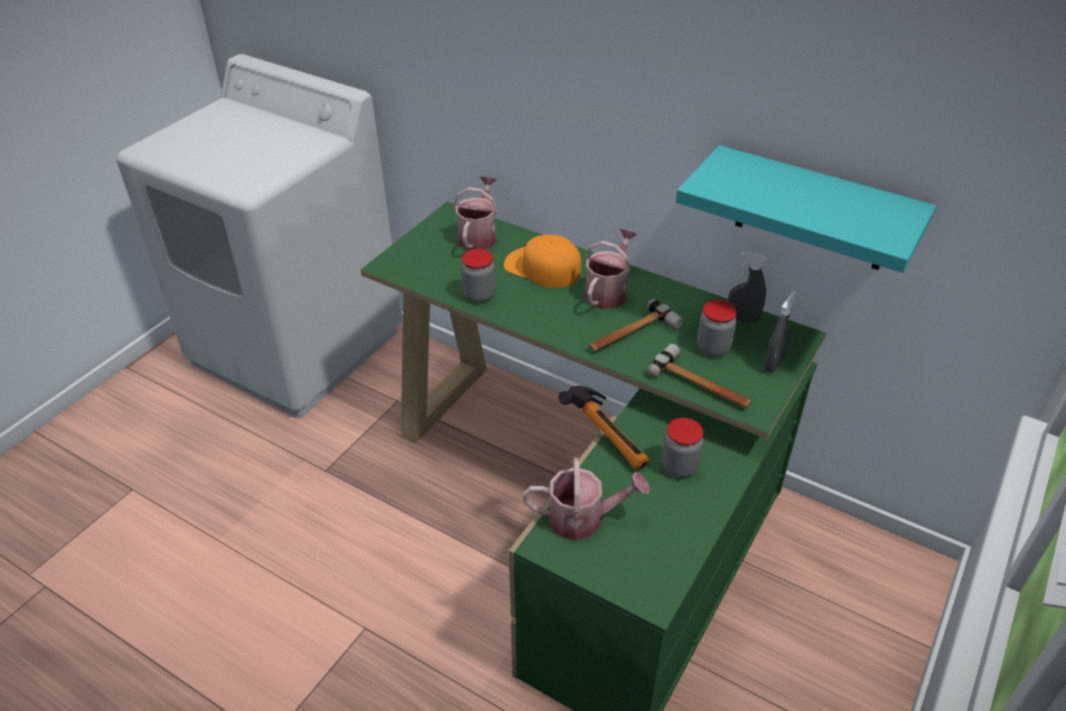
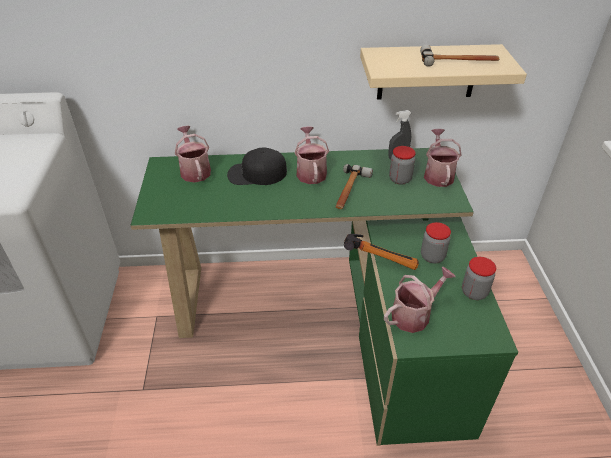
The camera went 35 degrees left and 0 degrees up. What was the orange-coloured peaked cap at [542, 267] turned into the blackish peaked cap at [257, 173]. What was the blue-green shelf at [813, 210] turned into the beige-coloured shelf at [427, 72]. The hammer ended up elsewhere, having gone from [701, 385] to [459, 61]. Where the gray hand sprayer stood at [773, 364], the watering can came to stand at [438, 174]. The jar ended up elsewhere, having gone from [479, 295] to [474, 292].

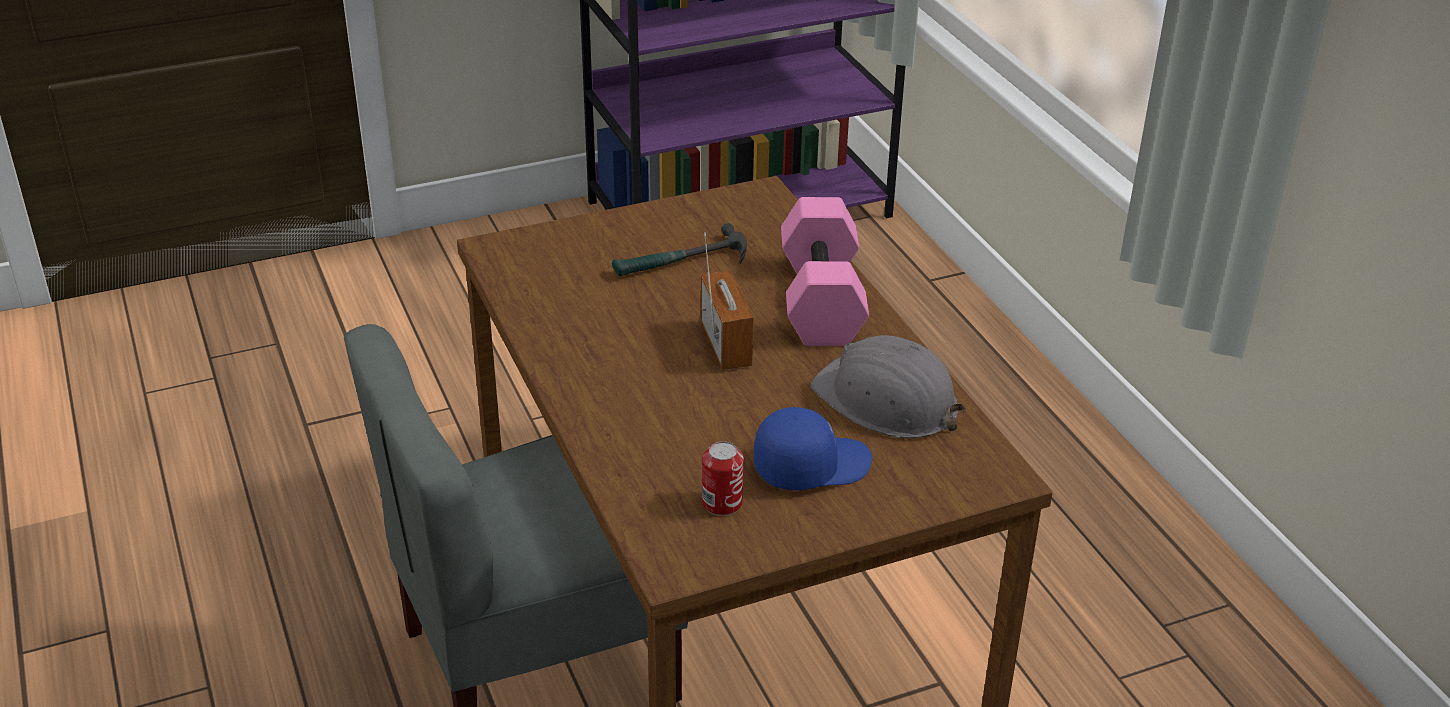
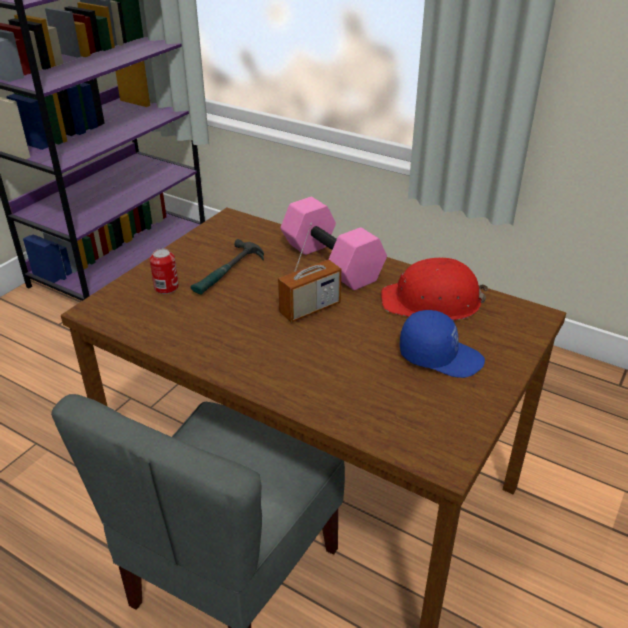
The camera went 35 degrees left and 0 degrees up. The metal can ended up elsewhere, having gone from [722, 503] to [166, 287]. The radio receiver at [726, 345] ended up facing another way, 105 degrees clockwise from before. What was the gray hard hat at [887, 401] turned into the red hard hat at [432, 302]. The blue-coloured peaked cap at [811, 465] ended up facing another way, 75 degrees clockwise from before.

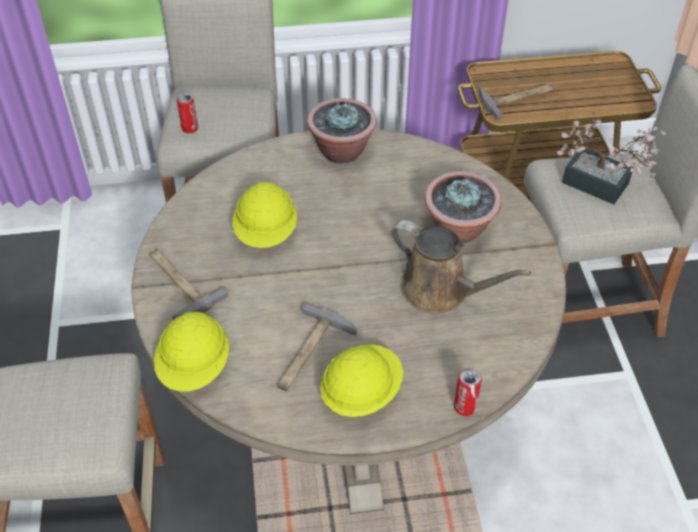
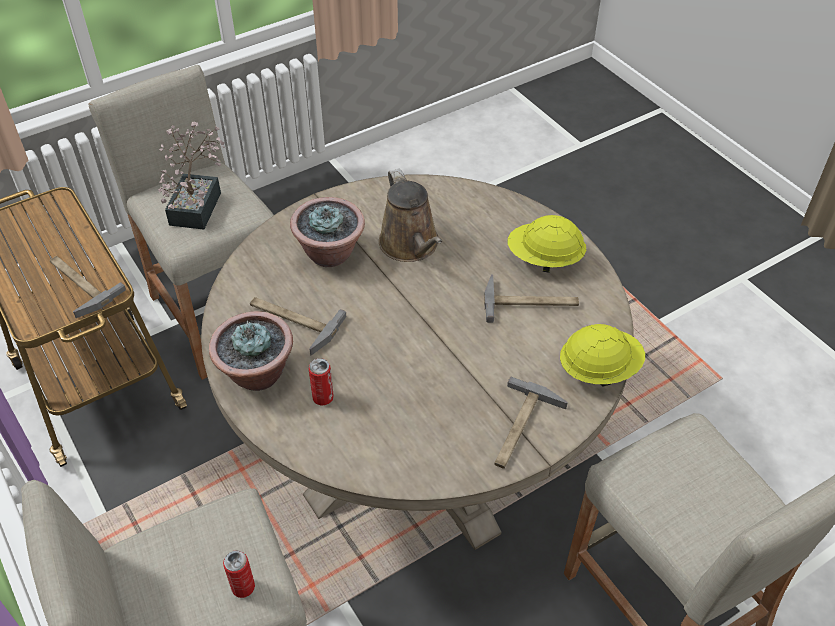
The camera went 115 degrees left and 0 degrees up. The second view gained the hammer at [292, 321]. The metal can ended up elsewhere, having gone from [464, 407] to [323, 397]. The brownish watering can at [440, 291] ended up facing another way, 150 degrees clockwise from before. The second view lost the yellow hard hat at [266, 233].

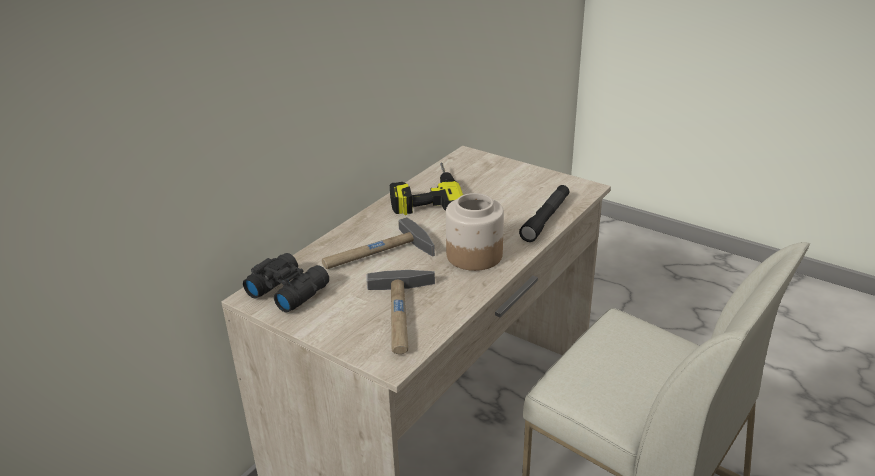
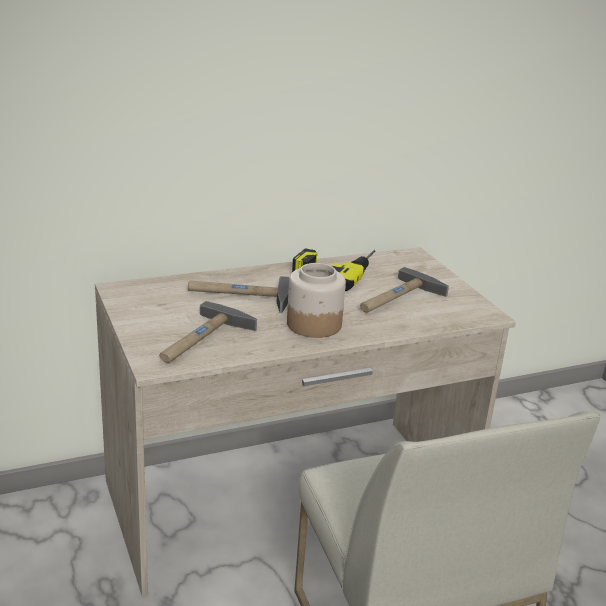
The camera went 30 degrees right and 5 degrees down. The second view gained the hammer at [398, 299]. The second view lost the blackish pair of binoculars at [288, 290]. The second view lost the blackish flashlight at [545, 219].

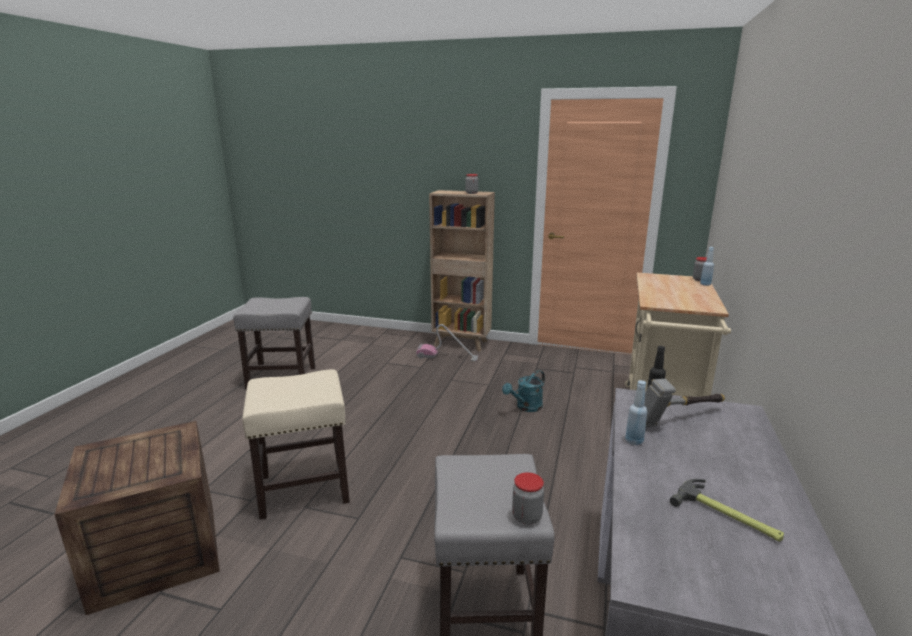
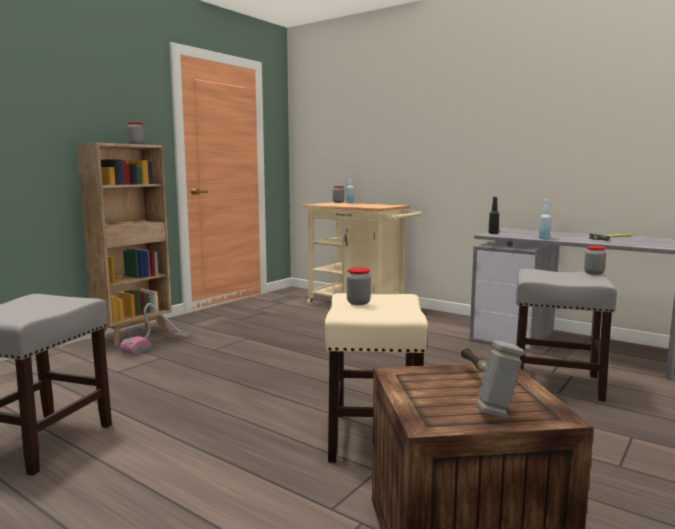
The camera went 70 degrees left and 10 degrees down. The second view gained the jar at [358, 303]. The hammer ended up elsewhere, having gone from [679, 419] to [481, 393]. The second view lost the blue-green watering can at [526, 407].

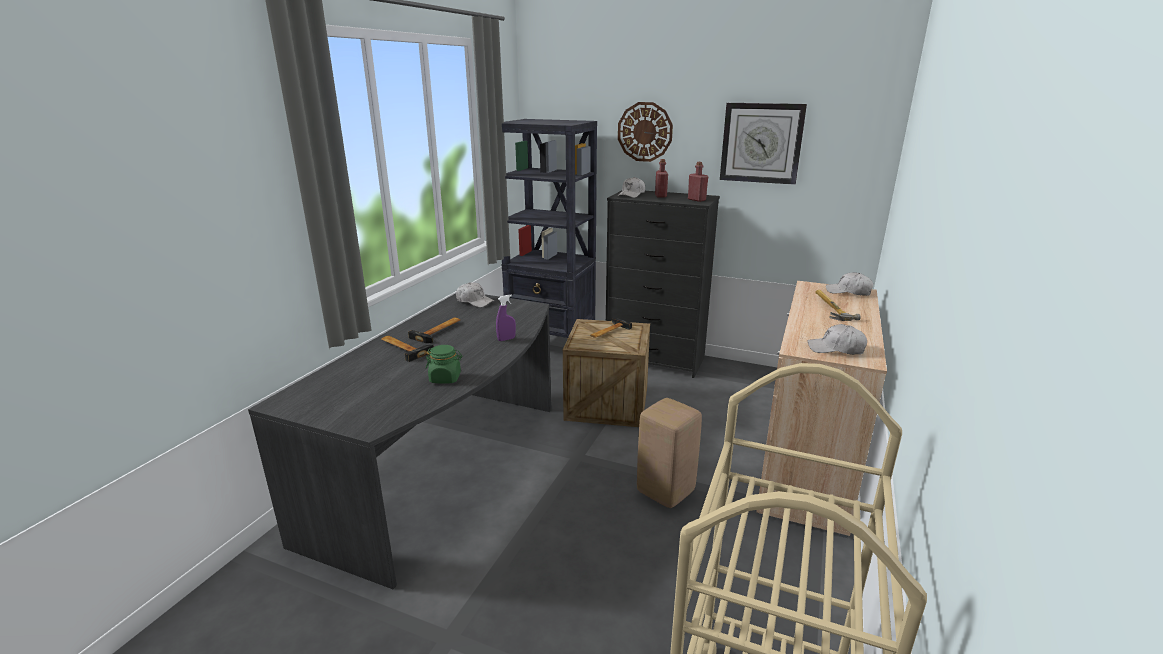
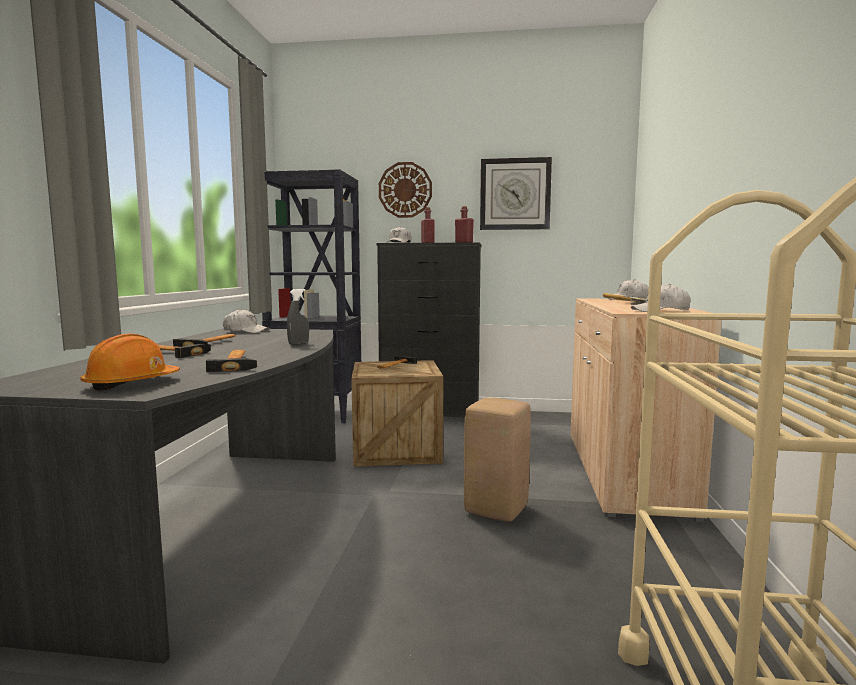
The camera went 15 degrees left and 15 degrees down. The second view gained the orange-coloured hard hat at [131, 384]. Where the greenish jar stood at [445, 378], the hammer came to stand at [236, 363]. What was the purple hand sprayer at [506, 339] turned into the gray hand sprayer at [298, 344].

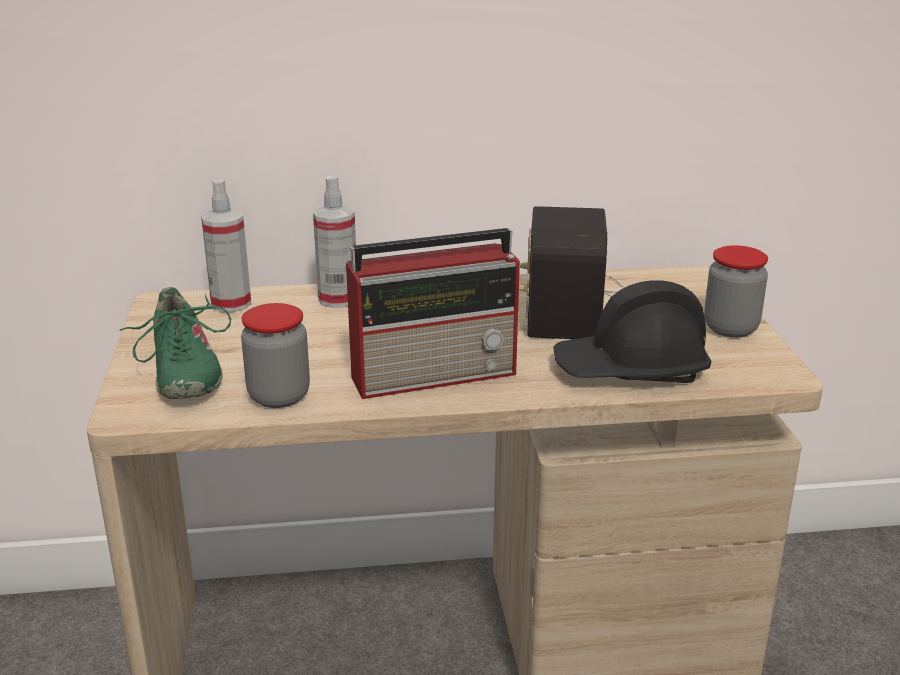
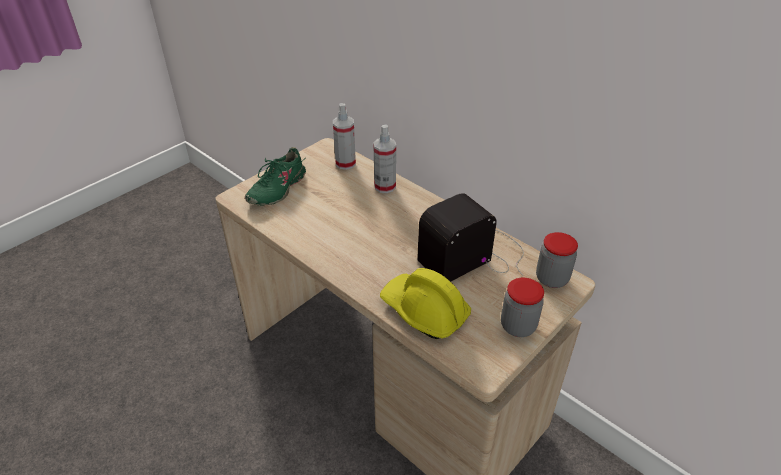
The camera went 50 degrees right and 15 degrees up. What was the blackish hard hat at [631, 370] turned into the yellow hard hat at [424, 311]. The jar ended up elsewhere, having gone from [279, 396] to [552, 279]. The second view lost the radio receiver at [437, 374].

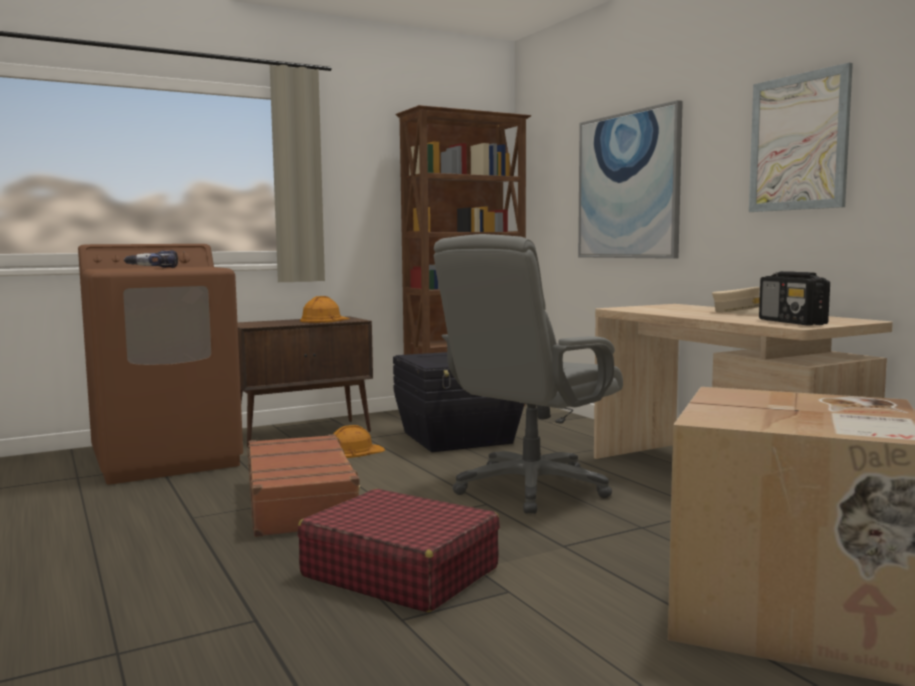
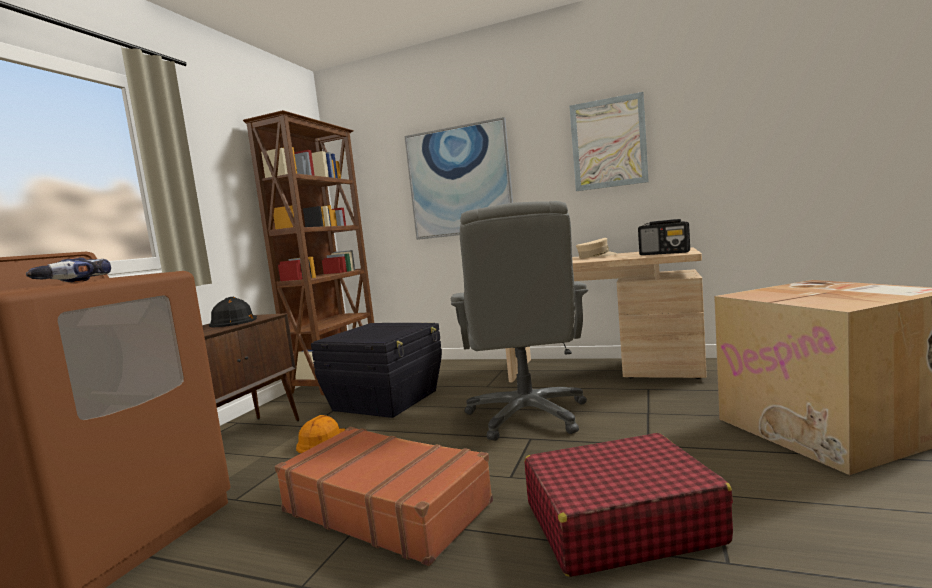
The camera went 40 degrees left and 0 degrees up. What was the orange-coloured hard hat at [324, 320] turned into the blackish hard hat at [234, 321].

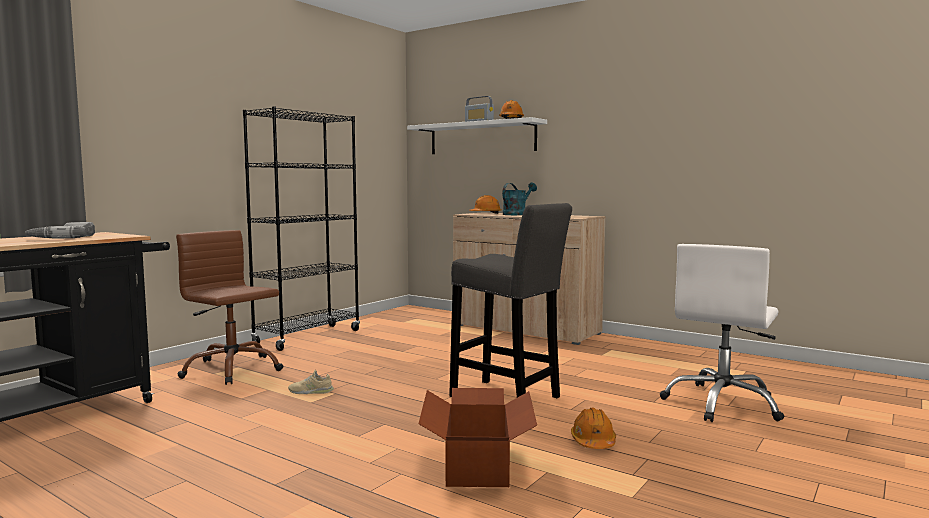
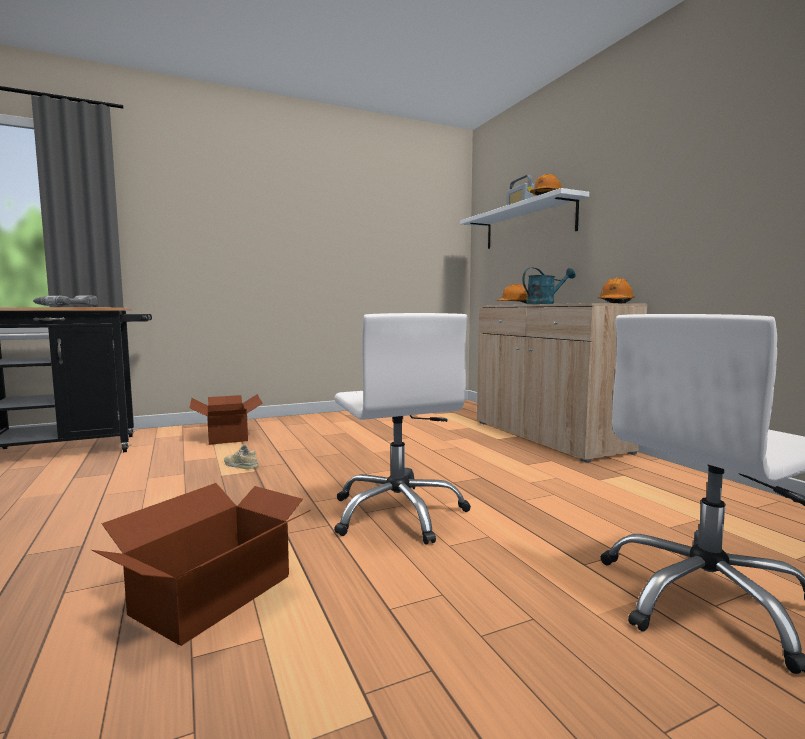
The camera went 30 degrees right and 0 degrees up. Where the brownish computer chair stood at [231, 370], the packing box came to stand at [228, 435]. Where the gray stool stood at [509, 398], the white computer chair came to stand at [398, 513]. The orange-coloured hard hat ended up elsewhere, having gone from [593, 442] to [615, 303]. The second view lost the blackish bookcase at [308, 337].

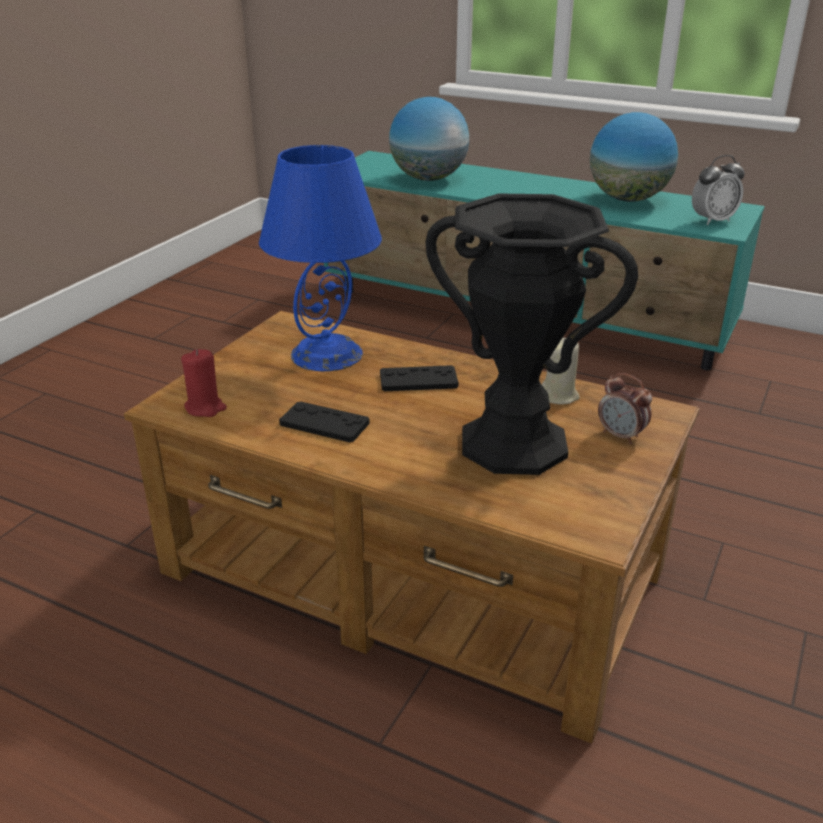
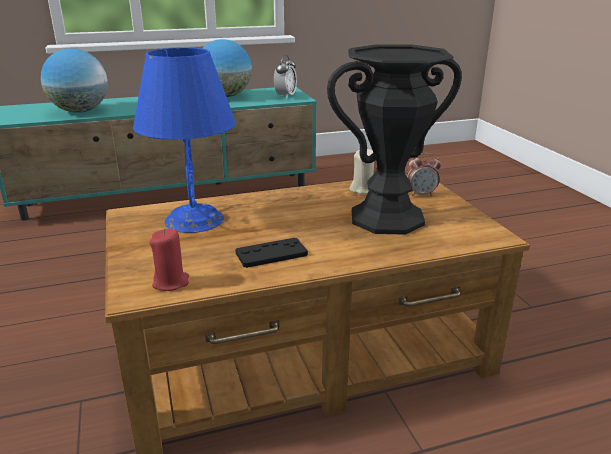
The camera went 45 degrees left and 5 degrees down. The second view lost the blackish gamepad at [418, 380].

